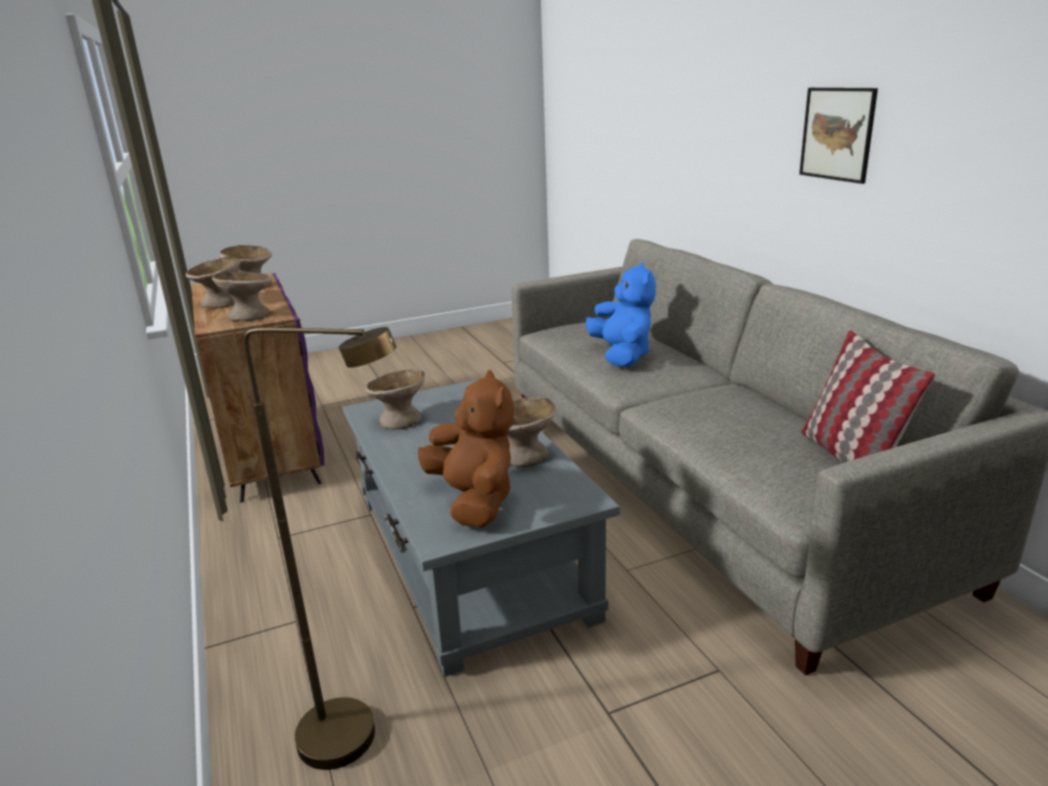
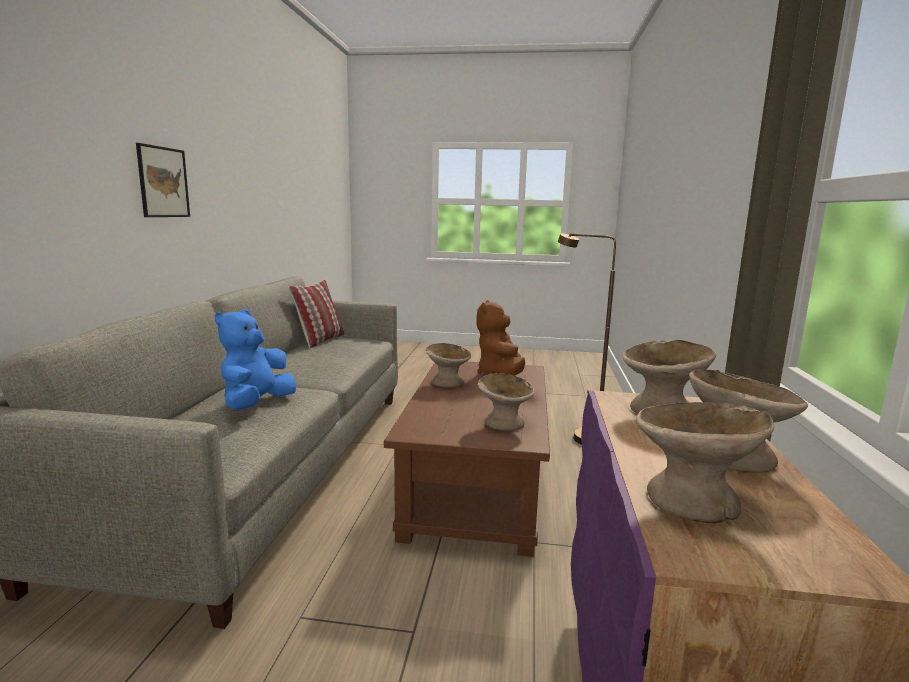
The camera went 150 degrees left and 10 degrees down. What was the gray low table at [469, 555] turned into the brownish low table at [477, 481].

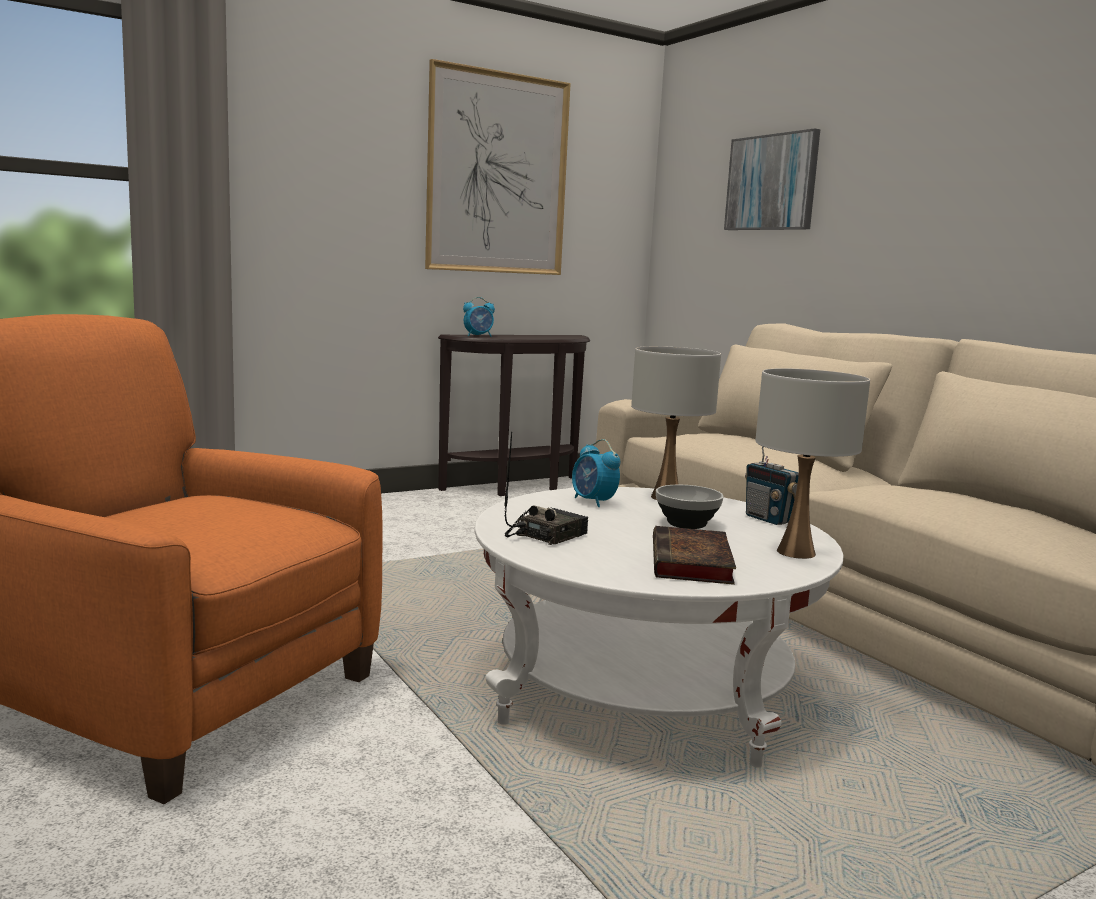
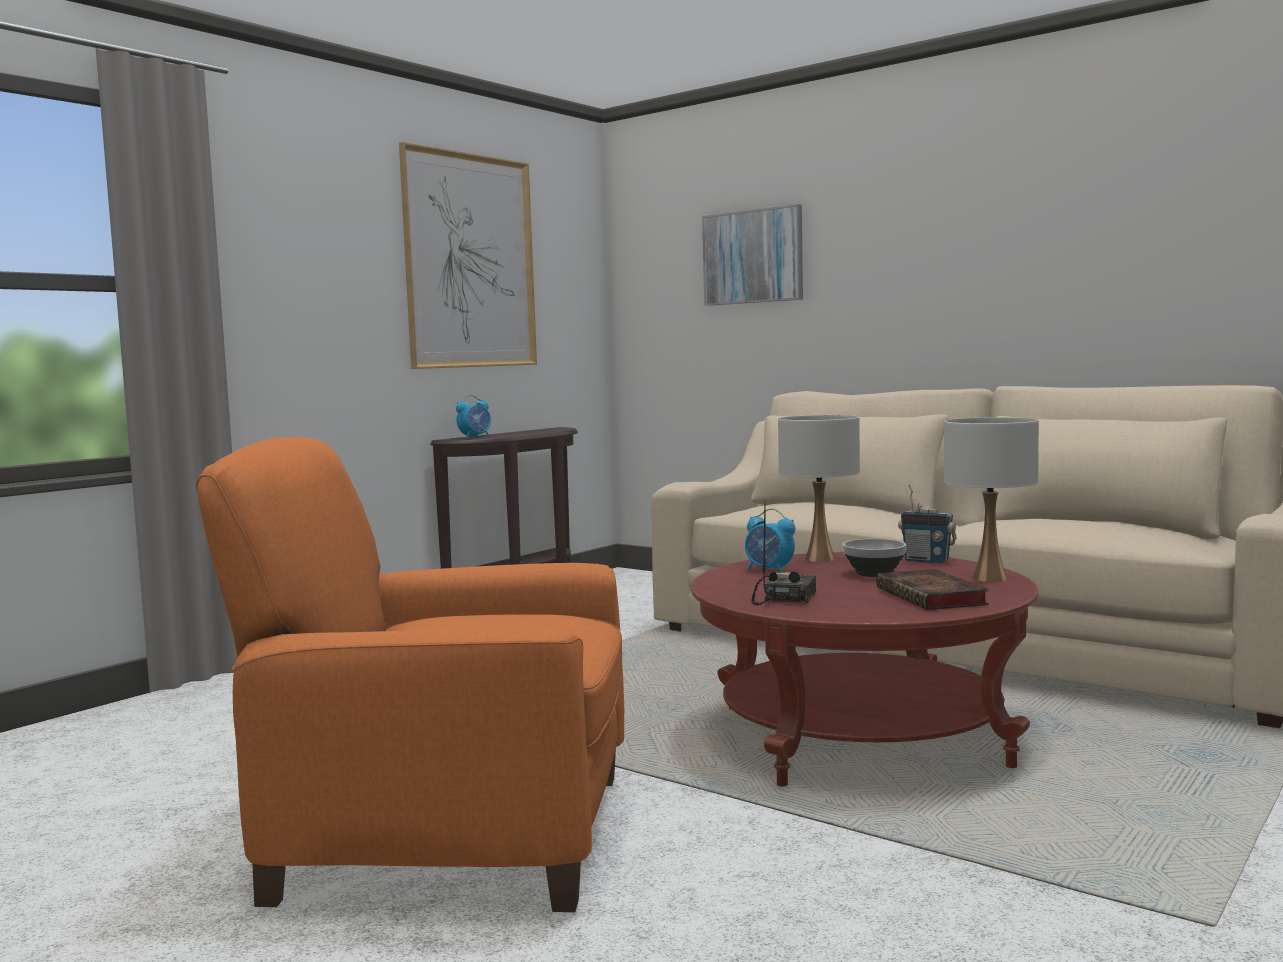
The camera went 20 degrees left and 5 degrees down. What was the white low table at [643, 688] turned into the red low table at [861, 736].

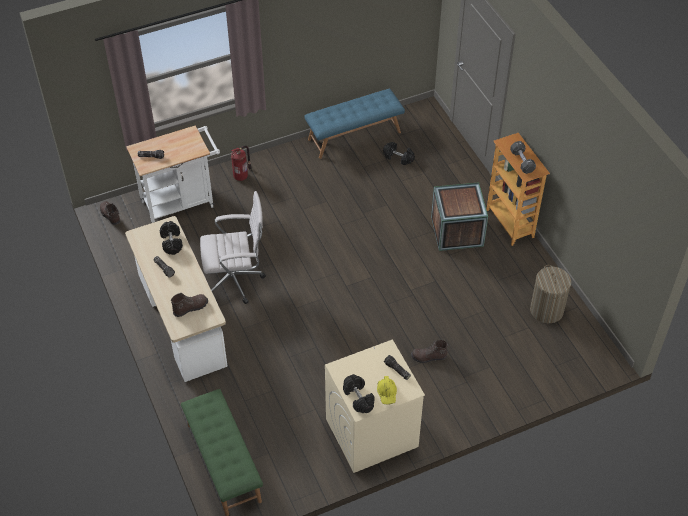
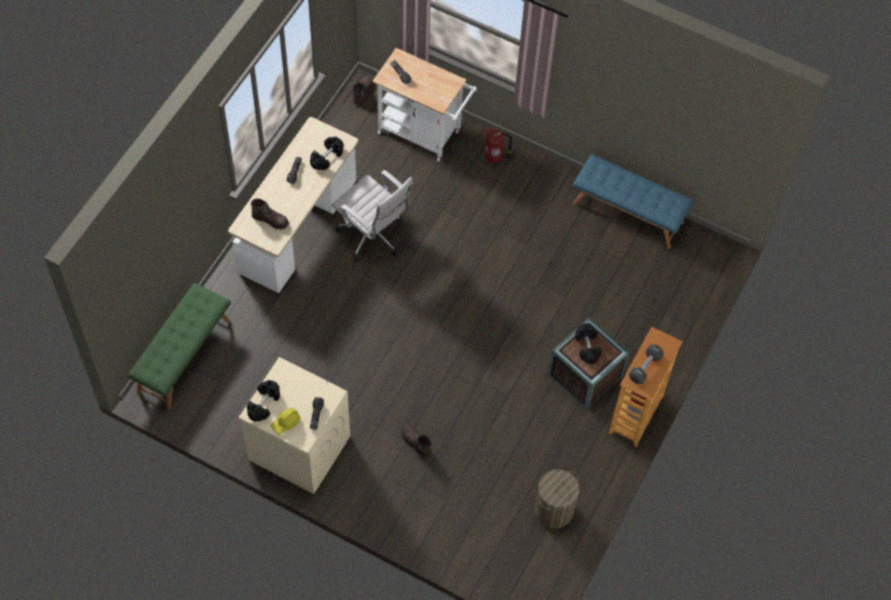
The camera went 50 degrees right and 10 degrees up. The blackish free weight ended up elsewhere, having gone from [398, 157] to [587, 347].

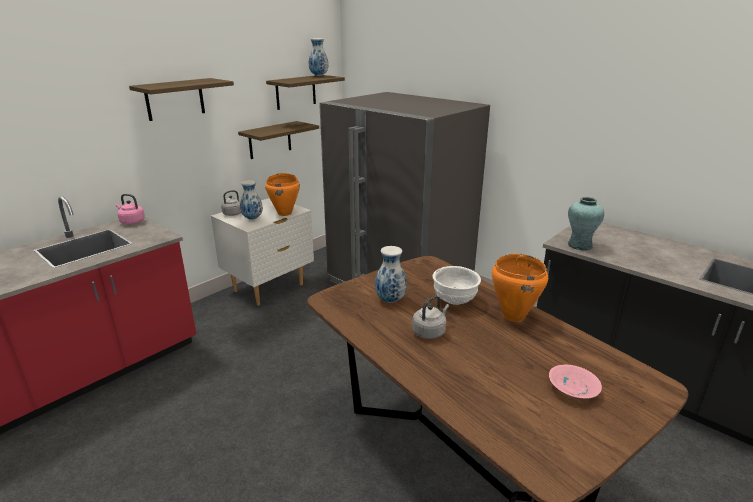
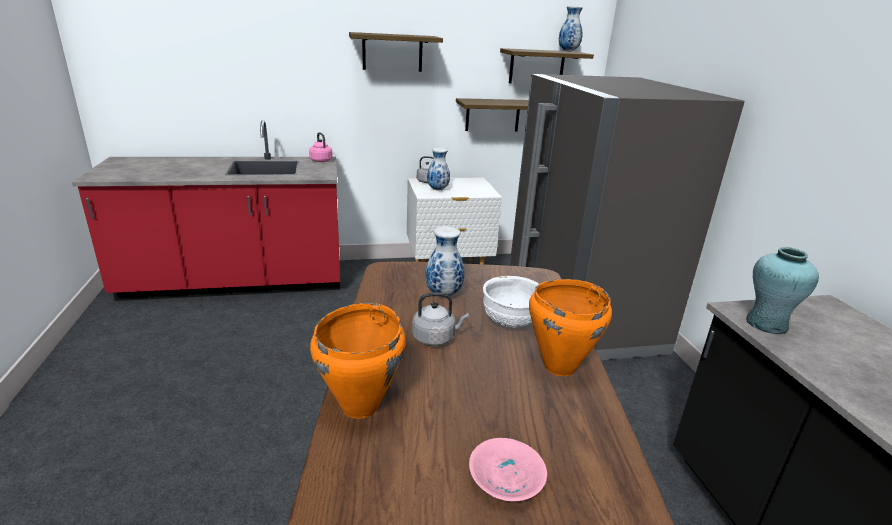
The camera went 35 degrees right and 0 degrees up. The orange-coloured stockpot ended up elsewhere, having gone from [285, 213] to [361, 406].

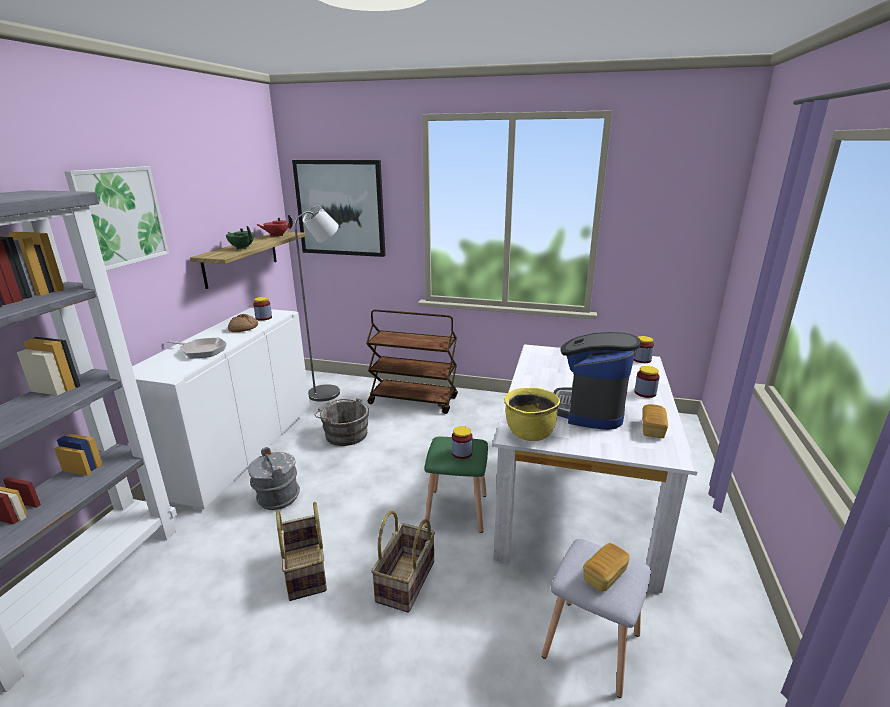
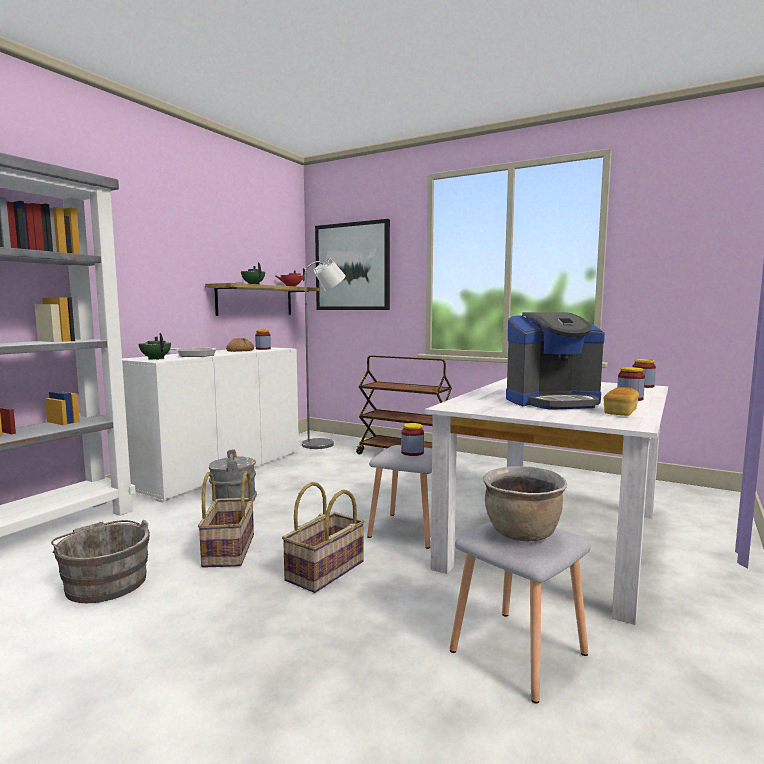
The camera went 15 degrees right and 15 degrees down. The gray bucket ended up elsewhere, having gone from [344, 434] to [105, 582]. The second view gained the greenish tea pot at [156, 359]. What was the greenish stool at [456, 509] turned into the gray stool at [408, 529]. Where the bakery bread stood at [604, 575], the brownish stockpot came to stand at [522, 534]. The coffee brewer at [589, 409] ended up facing another way, 135 degrees counterclockwise from before. The second view lost the wall picture at [119, 217]. The second view lost the yellow stockpot at [529, 434].

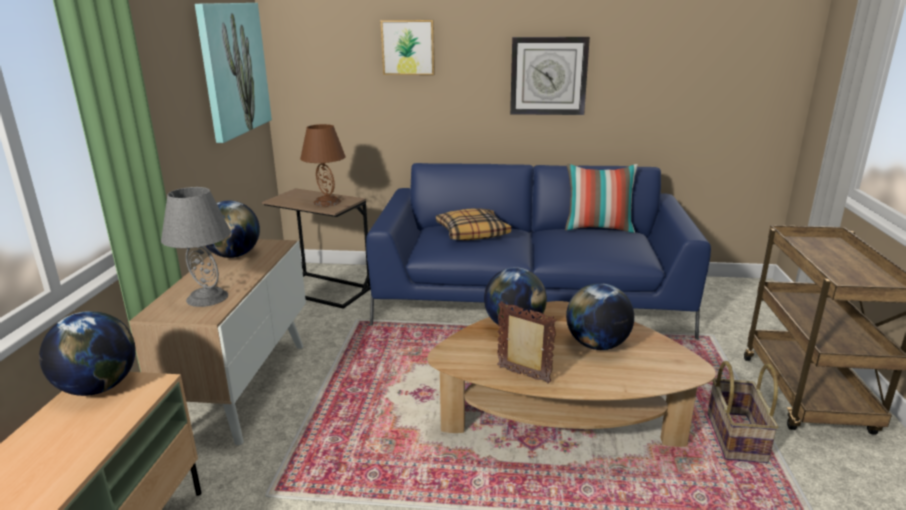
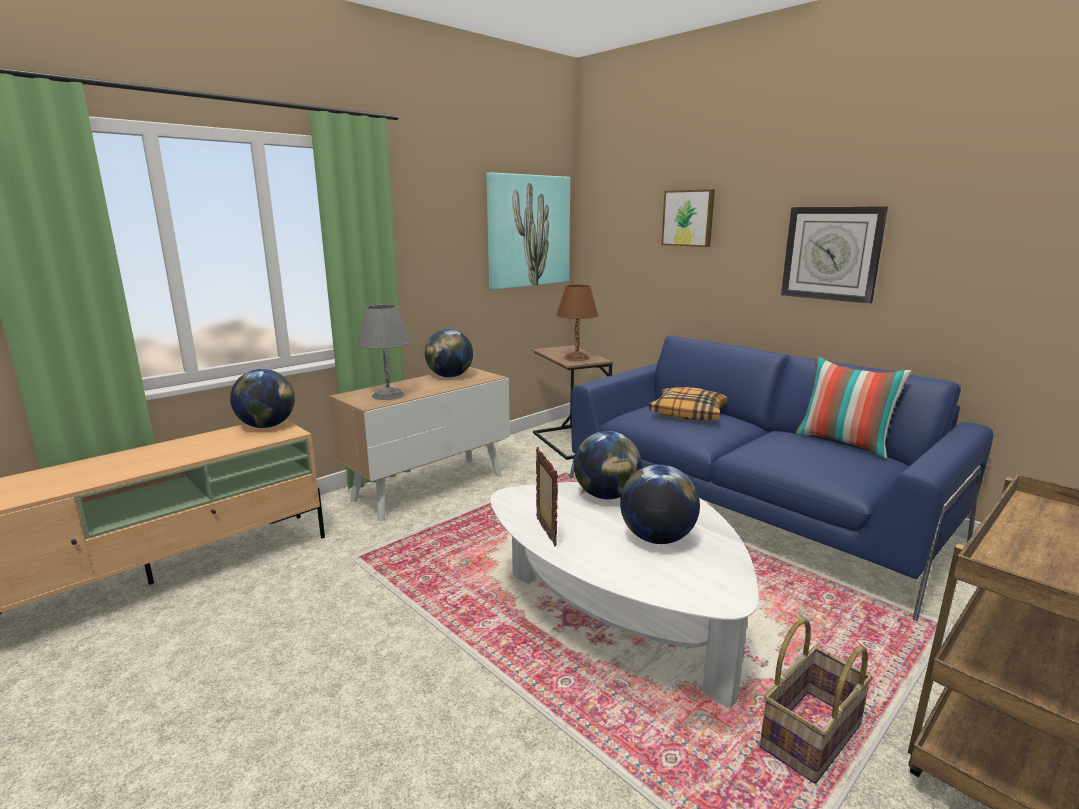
The camera went 40 degrees right and 5 degrees down. What was the brownish low table at [560, 427] turned into the white low table at [618, 622].

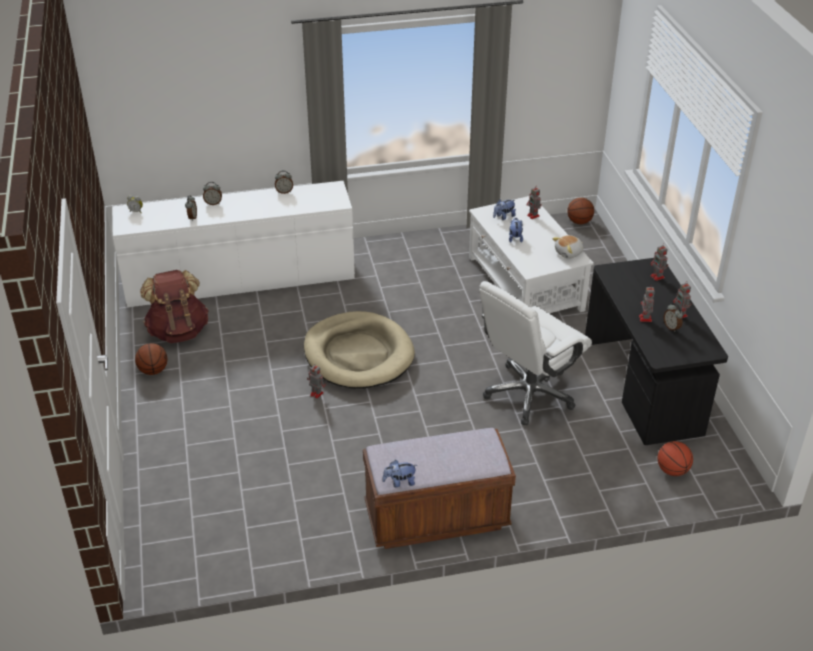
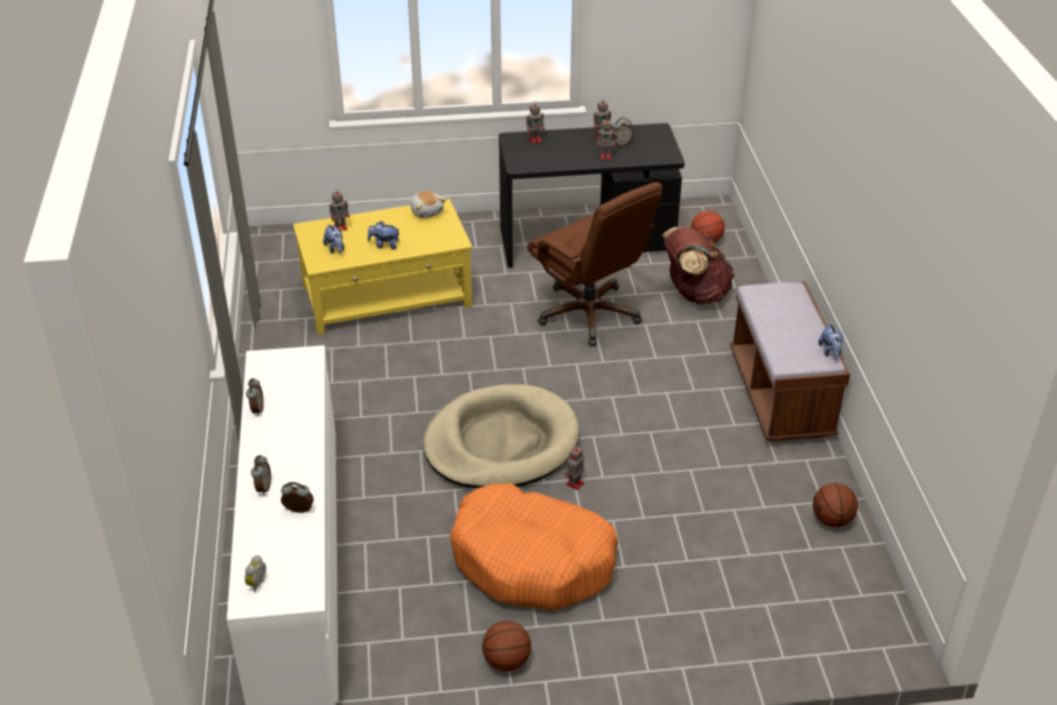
The camera went 85 degrees left and 0 degrees up. What was the white low table at [525, 284] turned into the yellow low table at [387, 295]. The second view gained the orange-coloured dog bed at [532, 561]. What was the white computer chair at [529, 394] turned into the brownish computer chair at [589, 314]. The brownish rucksack ended up elsewhere, having gone from [178, 331] to [694, 294]. The ball for basketball ended up elsewhere, having gone from [579, 222] to [832, 520].

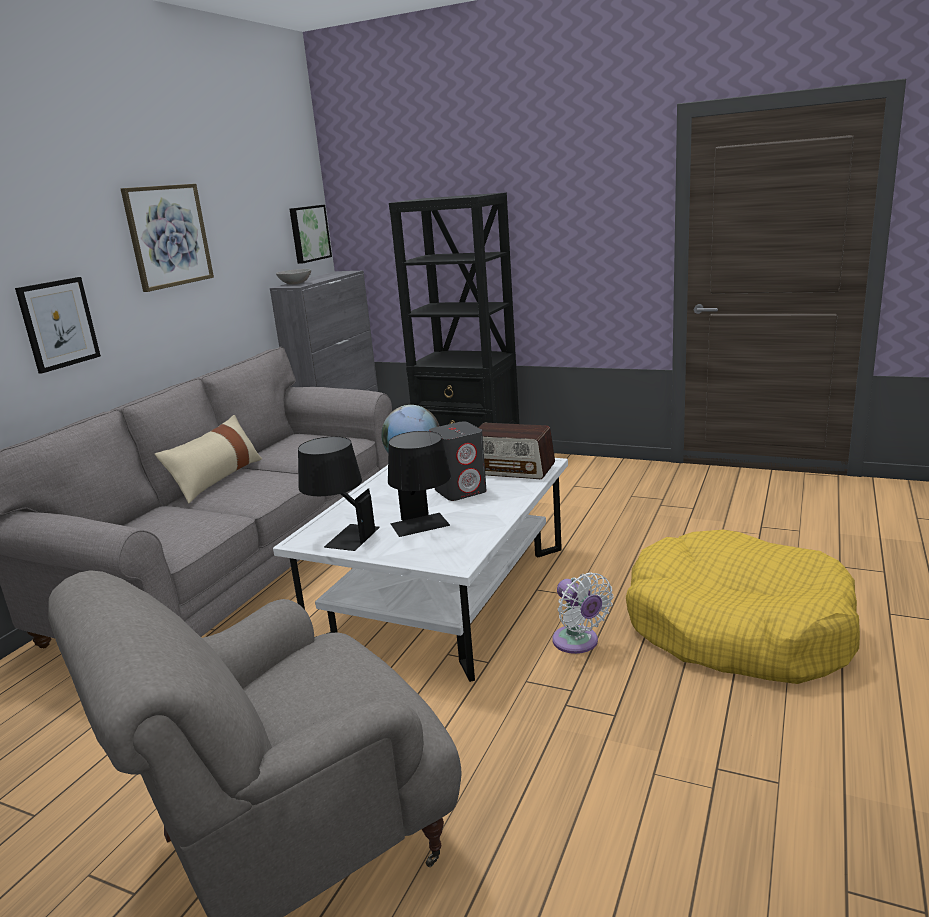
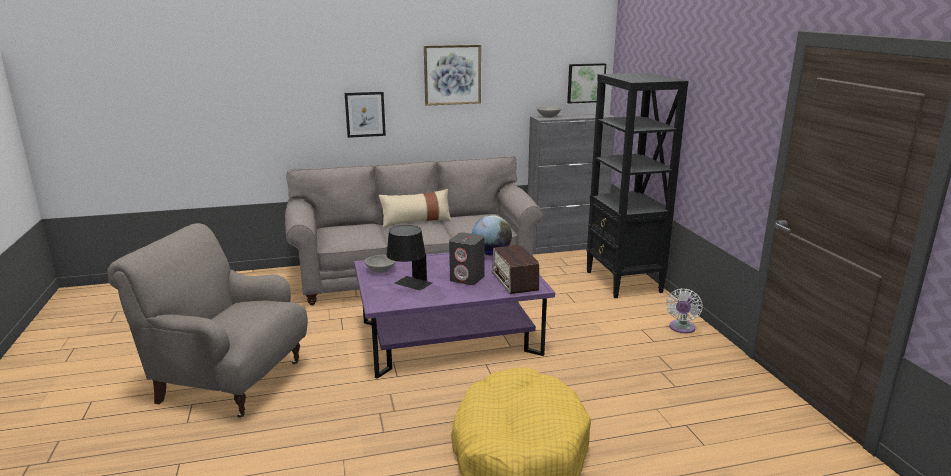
The camera went 50 degrees right and 0 degrees up. What was the white low table at [444, 593] turned into the purple low table at [450, 338]. Where the blackish tabletop lamp stood at [341, 536], the gray deep dish came to stand at [381, 270]. The white cooling fan ended up elsewhere, having gone from [578, 643] to [681, 328].

